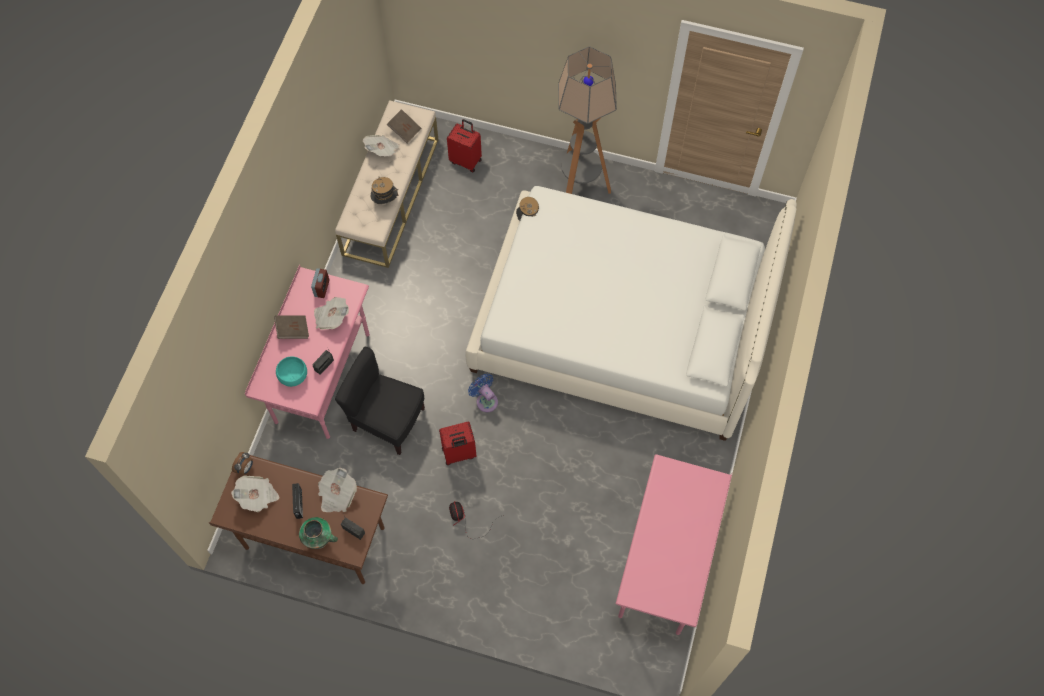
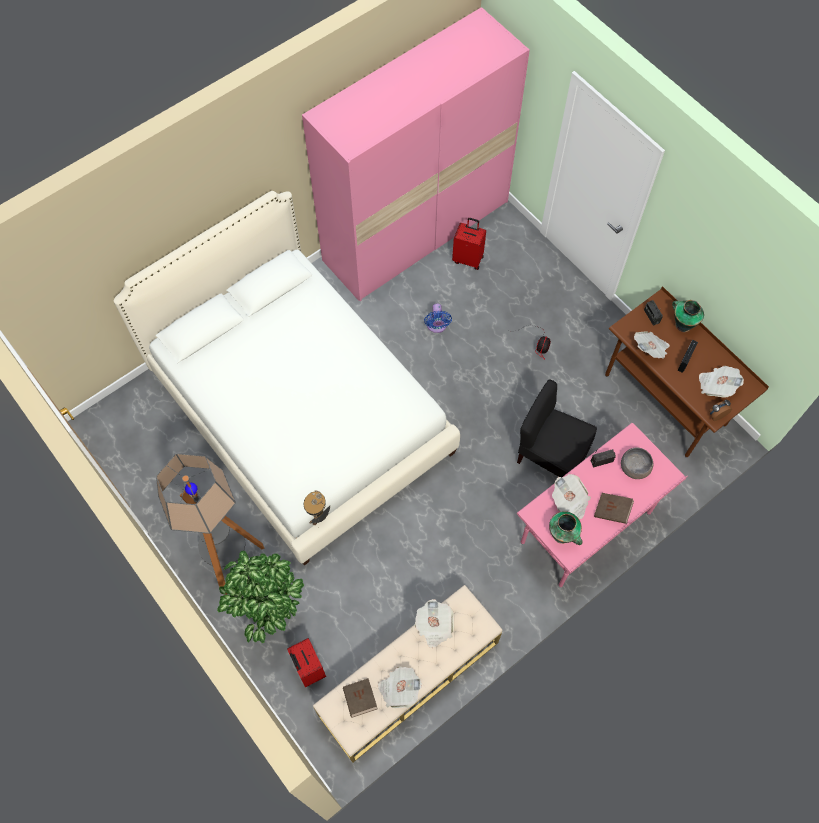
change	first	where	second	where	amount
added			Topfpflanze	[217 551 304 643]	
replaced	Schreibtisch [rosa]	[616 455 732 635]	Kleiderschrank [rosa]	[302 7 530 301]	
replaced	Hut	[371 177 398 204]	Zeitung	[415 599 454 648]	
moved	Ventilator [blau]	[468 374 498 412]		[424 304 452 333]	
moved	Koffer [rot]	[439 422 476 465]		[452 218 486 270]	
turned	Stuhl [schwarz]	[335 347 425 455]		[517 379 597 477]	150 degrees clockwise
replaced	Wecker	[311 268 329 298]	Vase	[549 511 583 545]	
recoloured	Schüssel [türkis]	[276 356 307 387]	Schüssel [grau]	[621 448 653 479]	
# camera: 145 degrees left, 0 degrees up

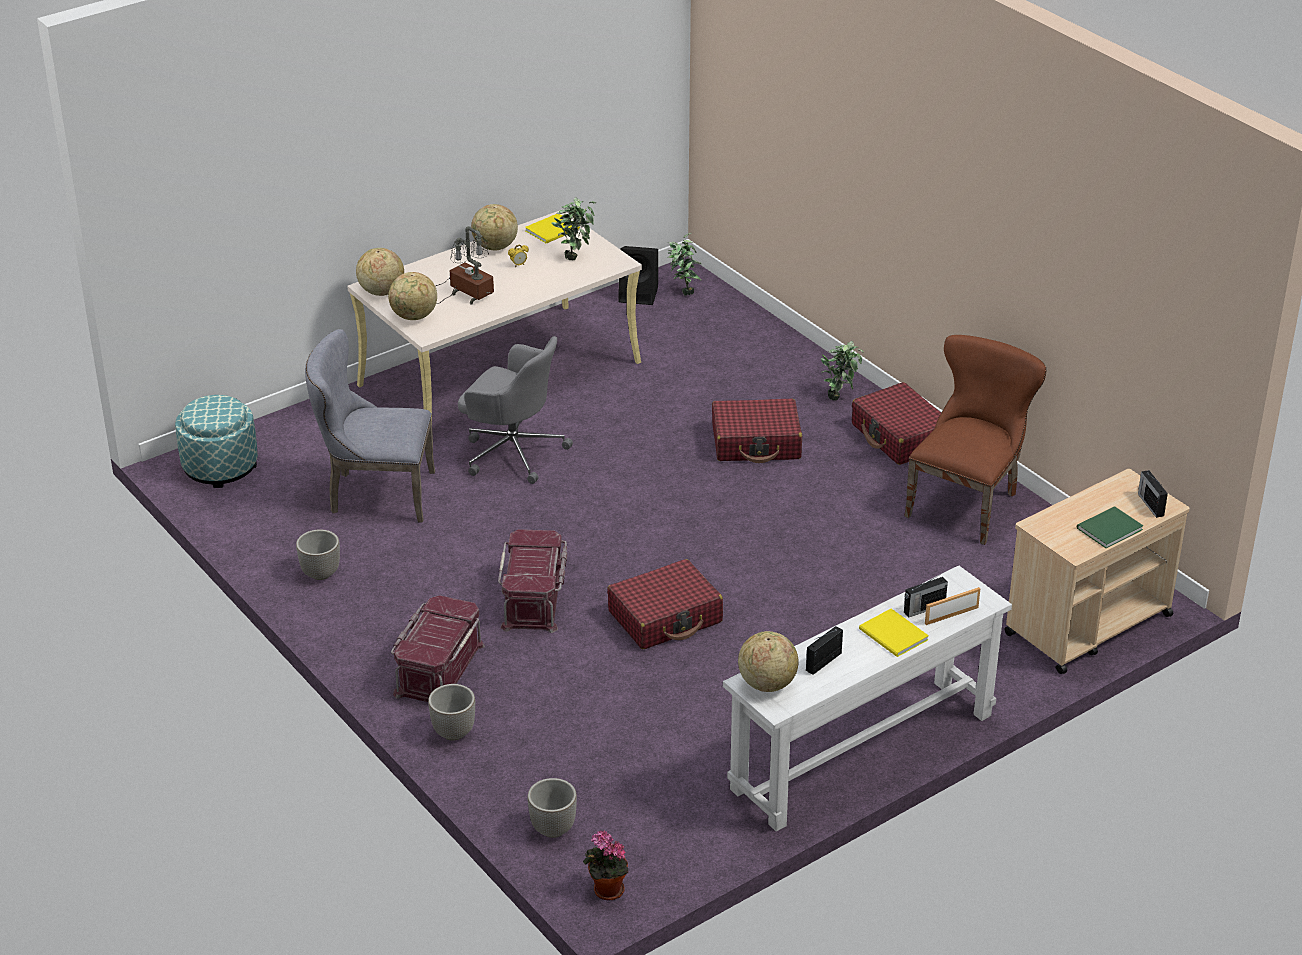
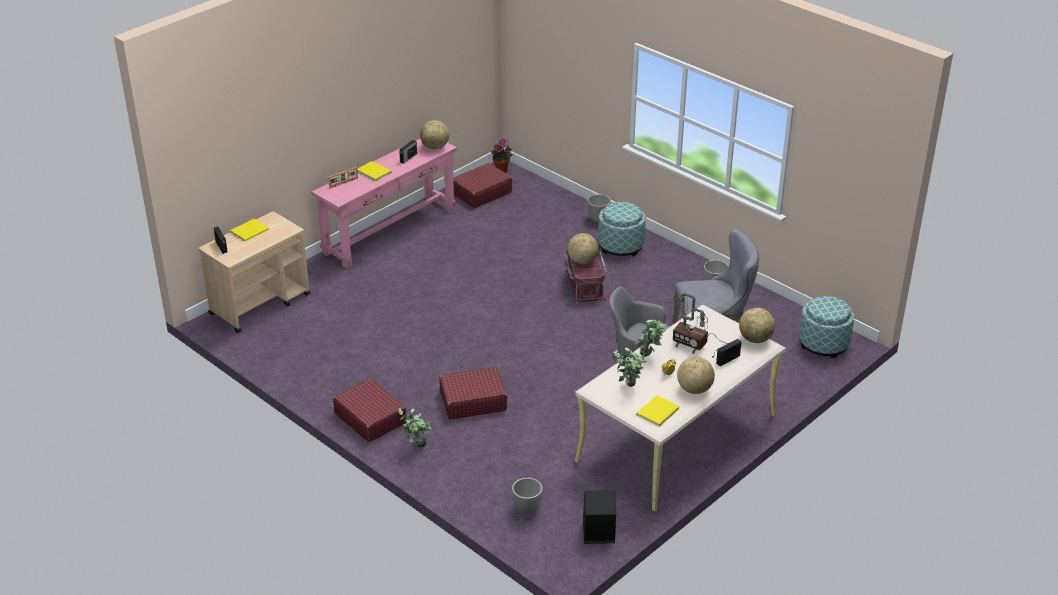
change	first	where	second	where	amount
recoloured	Buch [grün]	[1077 506 1143 548]	Buch [gelb]	[230 219 269 242]	
recoloured	Konsolentisch [weiß]	[723 565 1012 832]	Konsolentisch [rosa]	[311 139 457 268]	
moved	Koffer [rot]	[607 559 723 649]		[453 163 512 208]	
moved	Pflanzkübel	[528 778 577 838]		[512 478 543 515]	
moved	Globus	[388 272 437 320]		[568 233 599 264]	
replaced	Aufbewahrungsbox [rot]	[391 595 485 702]	Polsterhocker	[598 202 646 257]	
moved	Topfpflanze	[667 233 701 296]		[635 320 666 357]	
moved	Radio	[904 576 948 617]		[716 339 742 366]	
removed	Stuhl [braun]	[904 335 1046 545]			
# camera: 170 degrees right, 0 degrees up

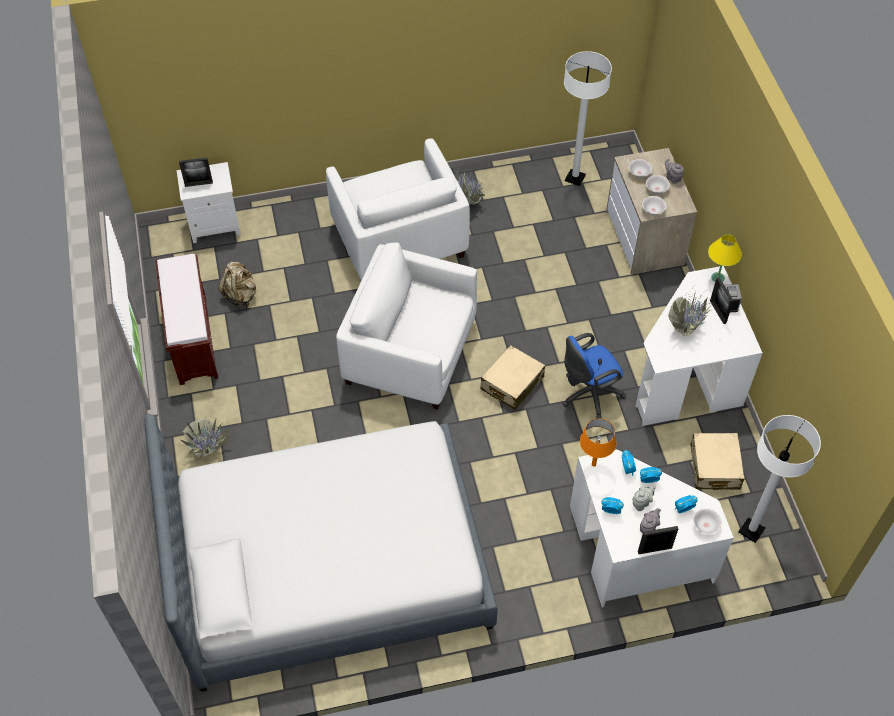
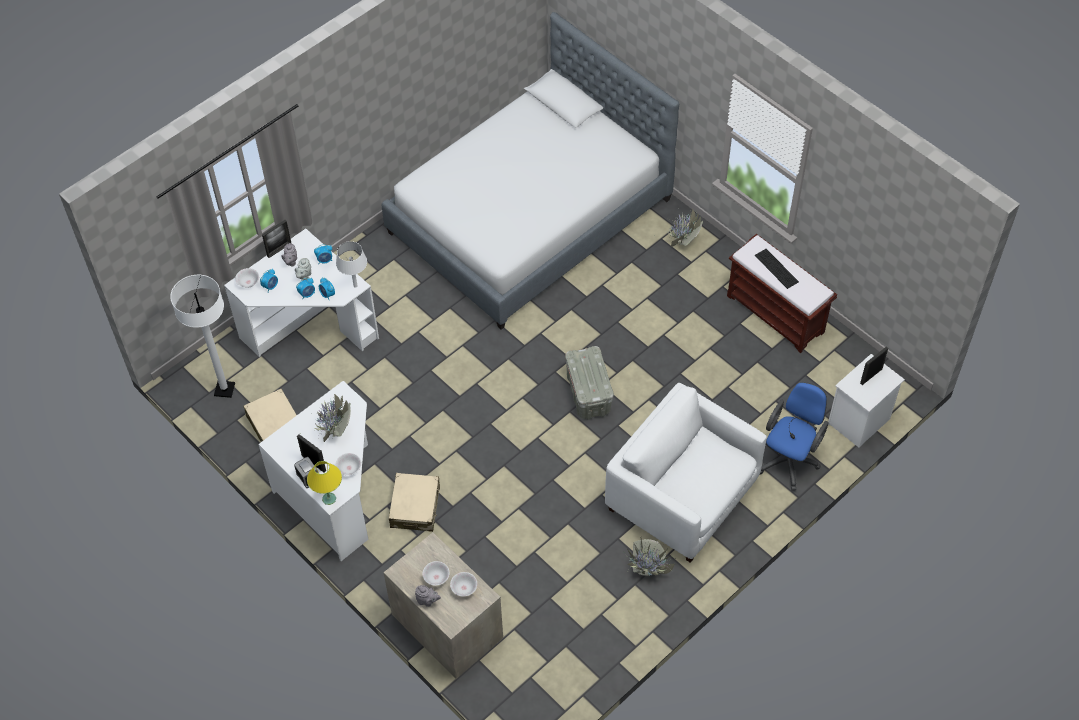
change	first	where	second	where	amount
moved	Schüssel [weiß]	[642 196 666 215]		[335 453 361 475]	
recoloured	Tischlampe [orange]	[580 419 616 467]	Tischlampe [weiß]	[336 241 367 288]	
moved	Koffer [beige]	[480 345 545 410]		[389 473 440 532]	
replaced	Sessel [weiß]	[336 242 477 410]	Aufbewahrungsbox [grau]	[565 346 614 419]	
added			Tastatur	[755 249 799 289]	
moved	Bürostuhl [blau]	[562 333 626 419]		[760 382 829 491]	
removed	Rucksack [beige]	[218 262 256 308]			
removed	Stehlampe [weiß]	[564 51 612 186]			
# camera: 150 degrees right, 0 degrees up

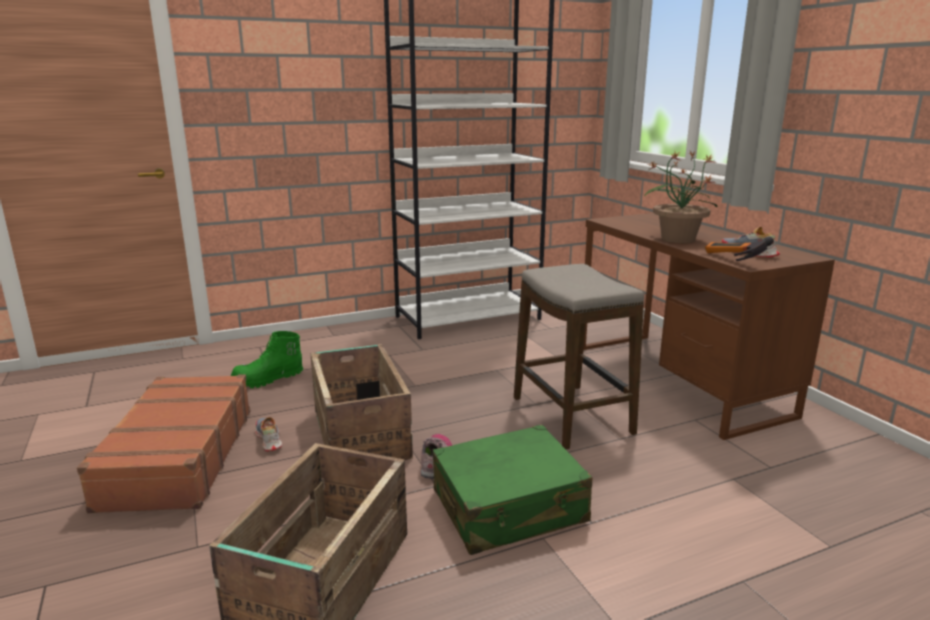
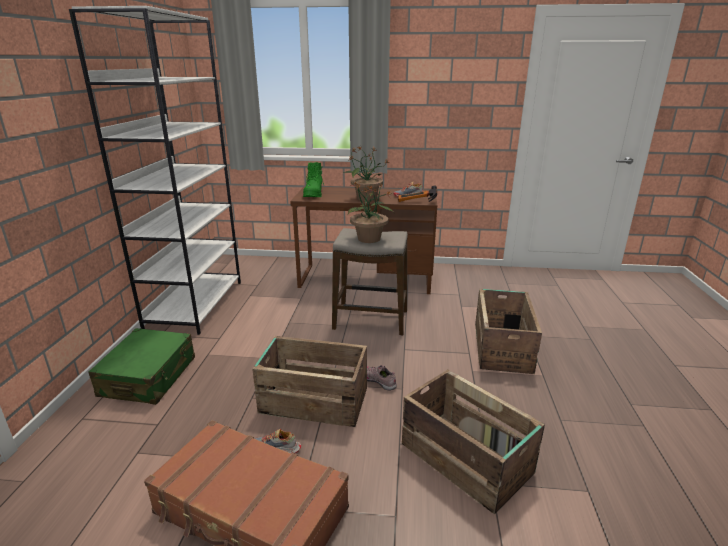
change	first	where	second	where	amount
moved	Koffer [grün]	[433 425 592 555]		[89 328 195 405]	
moved	Stiefel [grün]	[231 331 303 388]		[303 162 324 197]	
added			Topfpflanze	[348 182 394 243]	
added			Kiste	[475 289 542 374]	
# camera: 60 degrees left, 5 degrees up

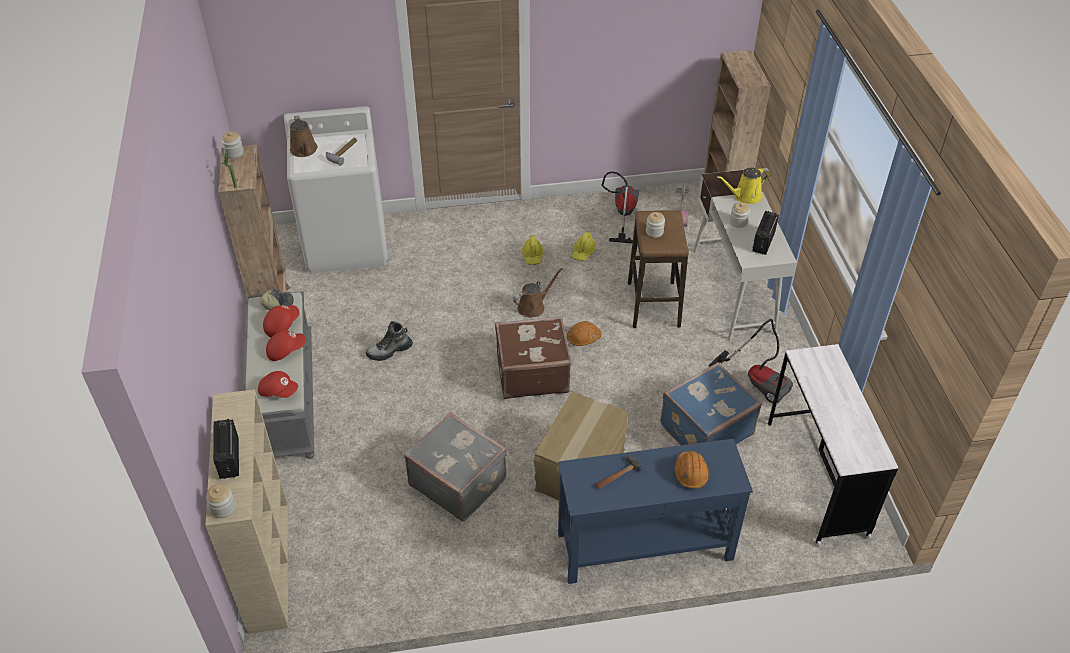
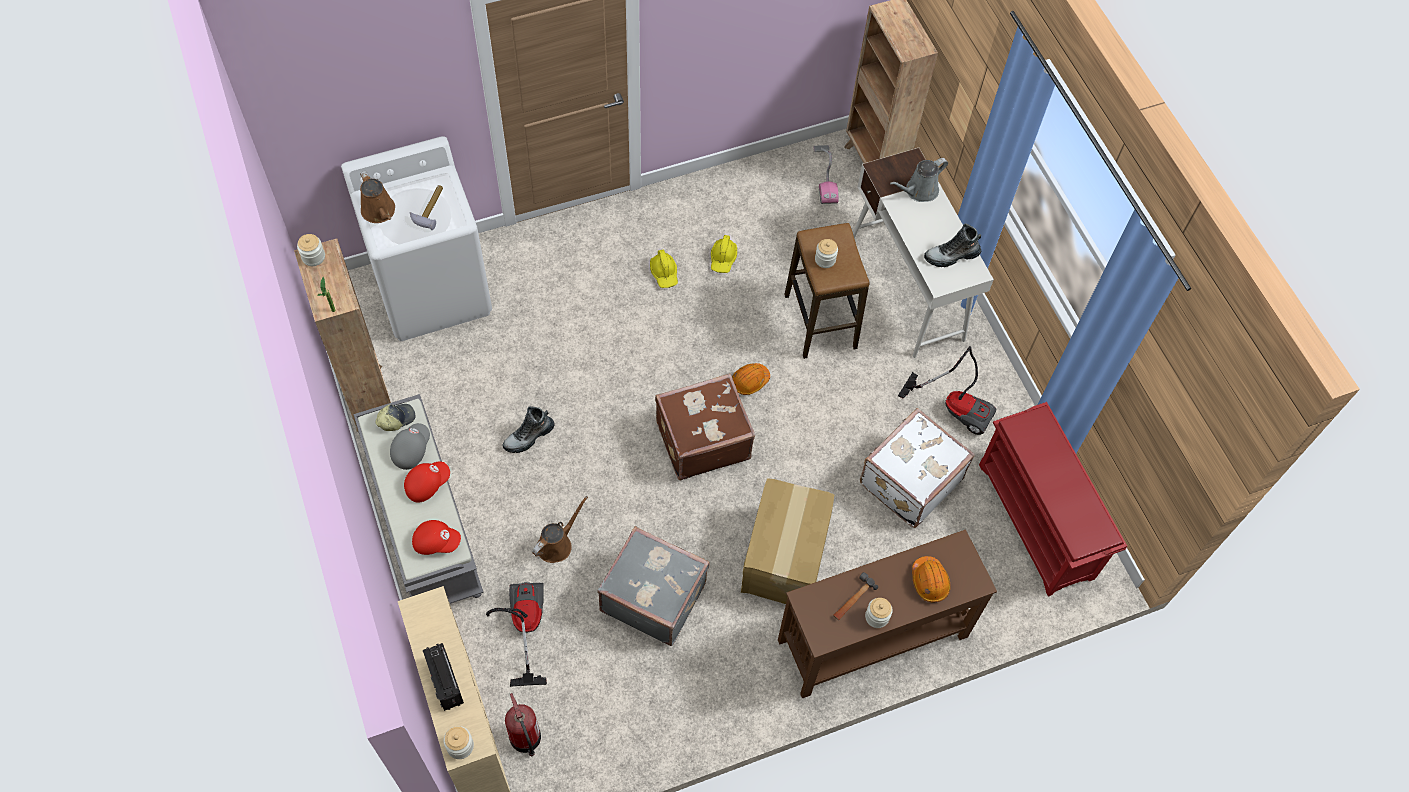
change	first	where	second	where	amount
recoloured	Kappe [rot]	[263 305 299 337]	Kappe [grau]	[390 423 430 470]	
moved	Staubsauger	[602 172 639 244]		[486 582 547 687]	
added			Feuerlöscher	[505 693 541 756]	
moved	Gießkanne [braun]	[513 268 562 317]		[532 496 588 563]	
recoloured	Konsolentisch [blau]	[558 439 753 584]	Konsolentisch [braun]	[778 529 997 699]	
recoloured	Koffer [blau]	[660 362 762 445]	Koffer [weiß]	[860 408 975 528]	
moved	Vorratsglas	[730 202 750 228]		[865 598 893 628]	
recoloured	Gießkanne [gelb]	[717 168 771 204]	Gießkanne [grau]	[890 158 948 202]	
replaced	Radio	[752 211 779 255]	Stiefel	[924 224 981 267]	
replaced	Schreibtisch [weiß]	[768 344 898 546]	Schuhregal [rot]	[979 402 1127 597]	
# camera: 15 degrees left, 15 degrees up

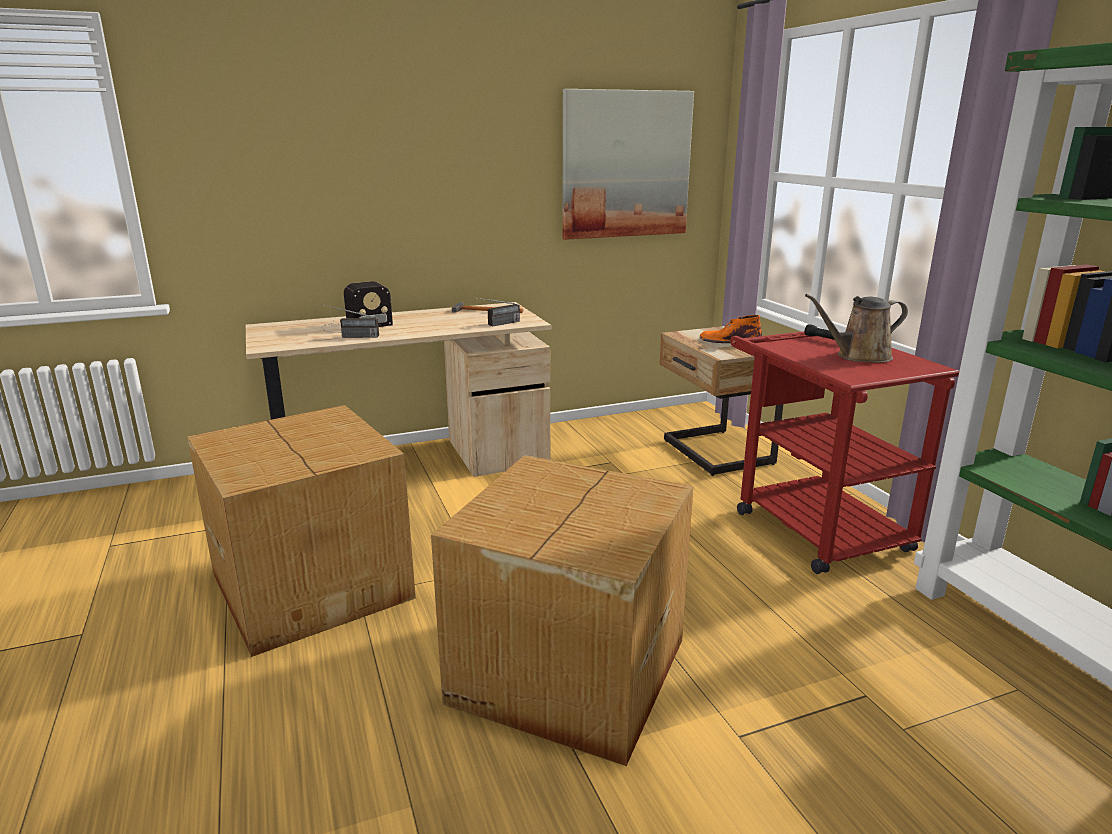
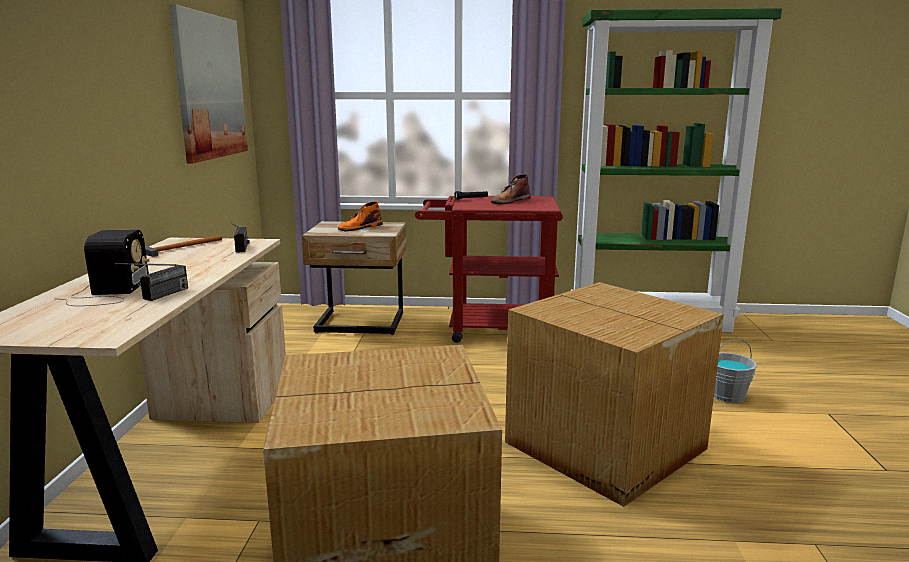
change	first	where	second	where	amount
replaced	Gießkanne [braun]	[805 294 908 363]	Stiefel [braun]	[491 174 531 204]	
added			Eimer [grau]	[714 339 757 403]	
# camera: 65 degrees left, 5 degrees down

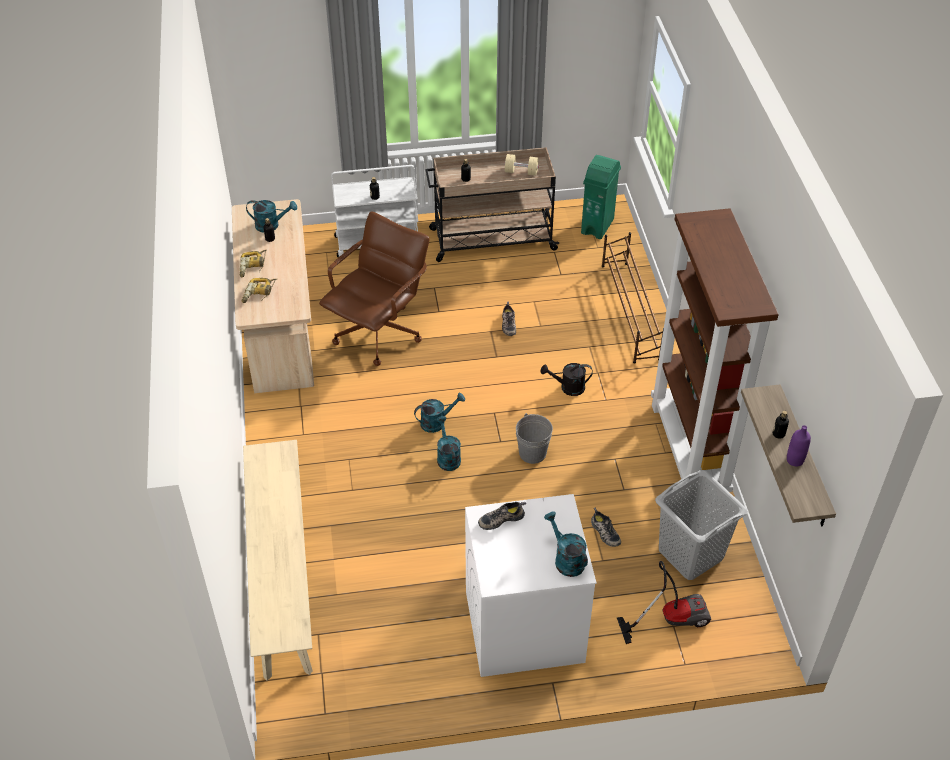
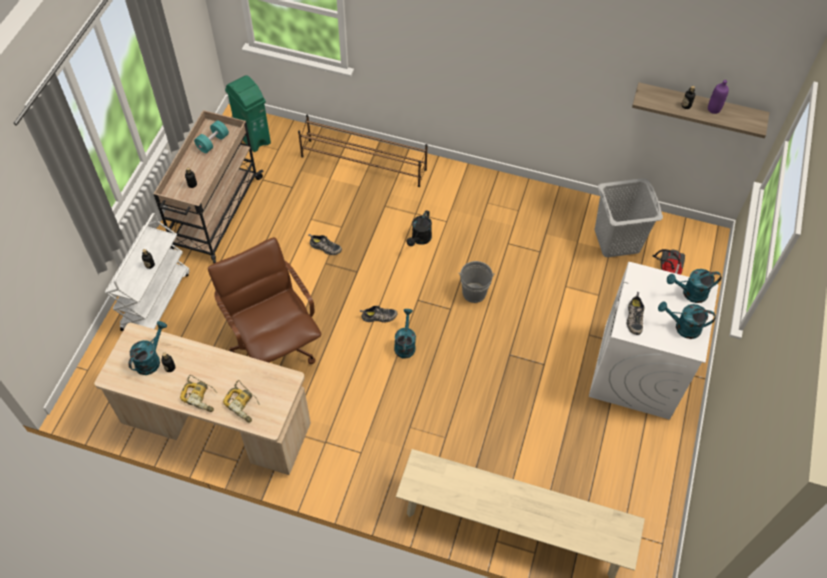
change	first	where	second	where	amount
recoloured	Hantel [beige]	[505 154 539 176]	Hantel [türkis]	[194 120 229 153]	
moved	Schuh	[591 507 621 547]		[360 306 397 323]	
moved	Gießkanne [türkis]	[436 416 461 471]		[658 301 715 339]	
removed	Bücherregal [braun]	[651 208 779 492]			
# camera: 65 degrees left, 10 degrees up

